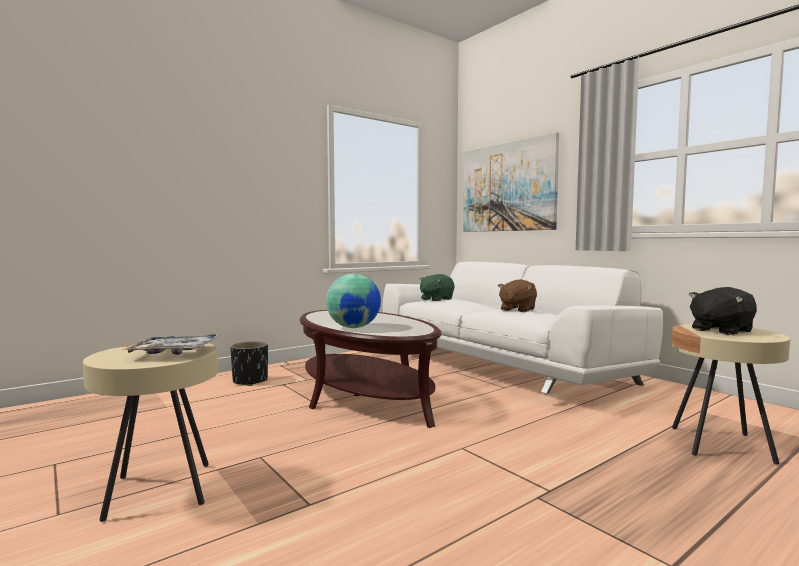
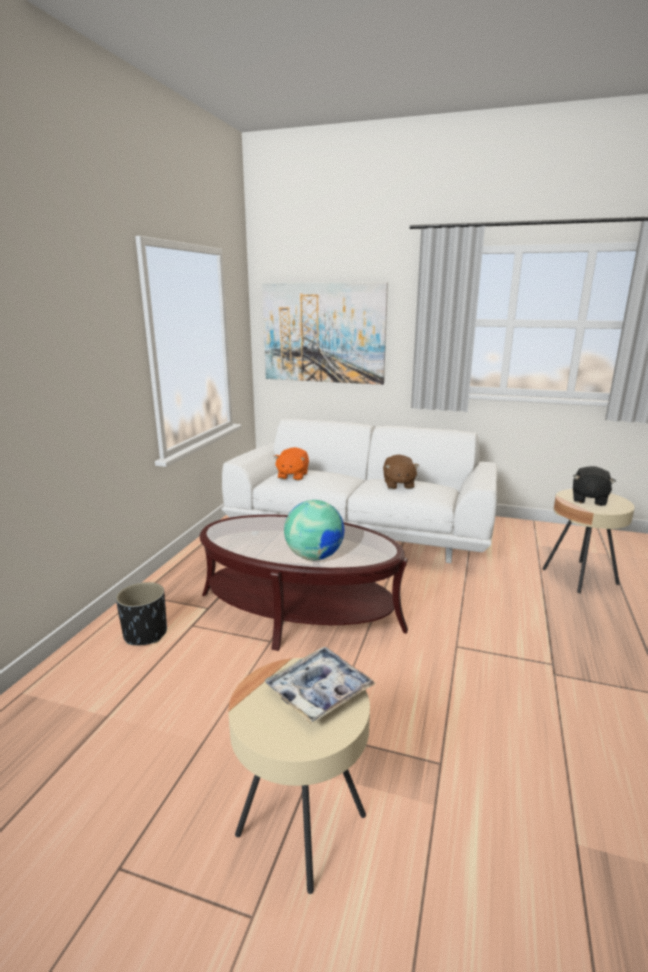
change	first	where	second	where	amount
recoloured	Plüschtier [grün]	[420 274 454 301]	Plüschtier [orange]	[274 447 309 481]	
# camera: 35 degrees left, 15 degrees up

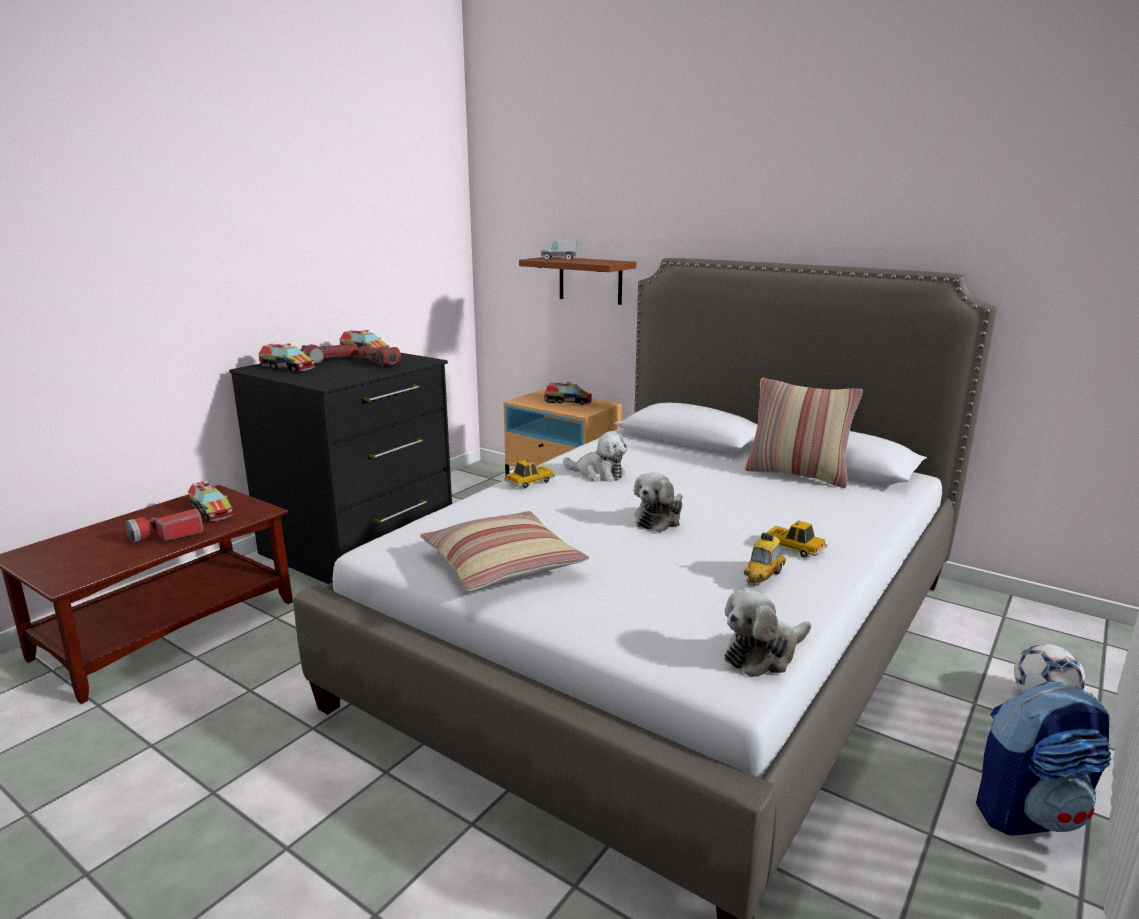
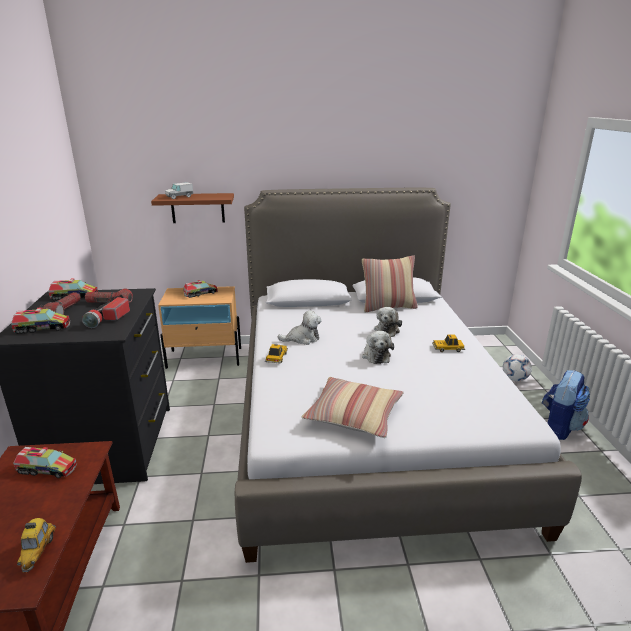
change	first	where	second	where	amount
moved	Spielzeugauto	[744 533 786 586]		[17 518 56 572]	
moved	Taschenlampe	[126 509 203 543]		[82 297 130 328]	
moved	Plüschtier	[724 590 811 677]		[374 307 402 337]	
# camera: 40 degrees left, 5 degrees up

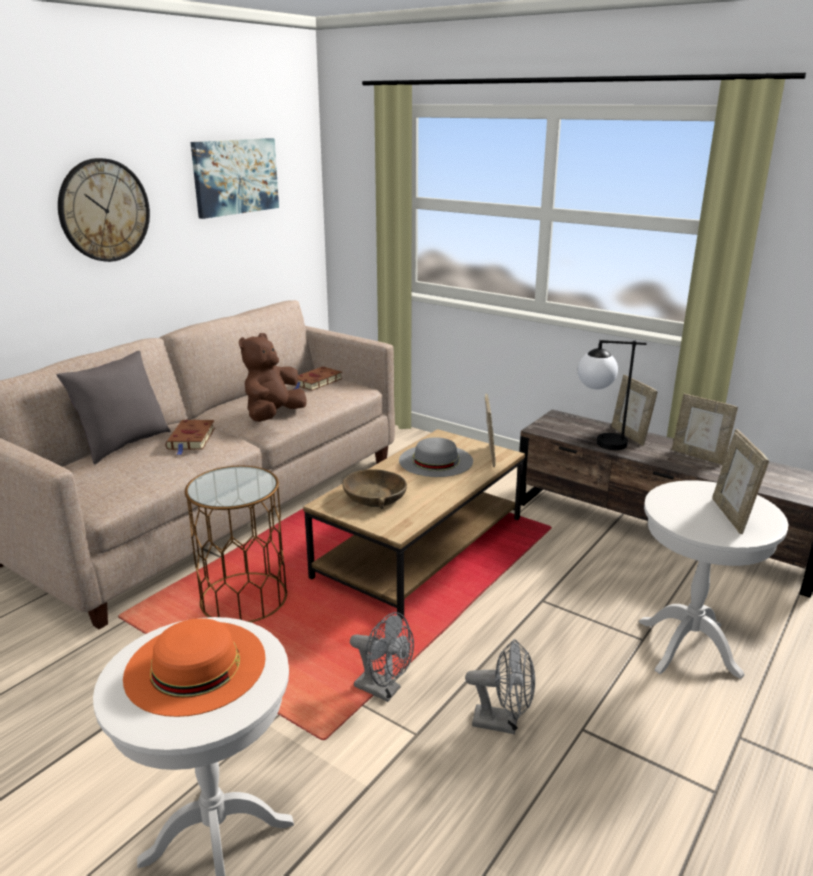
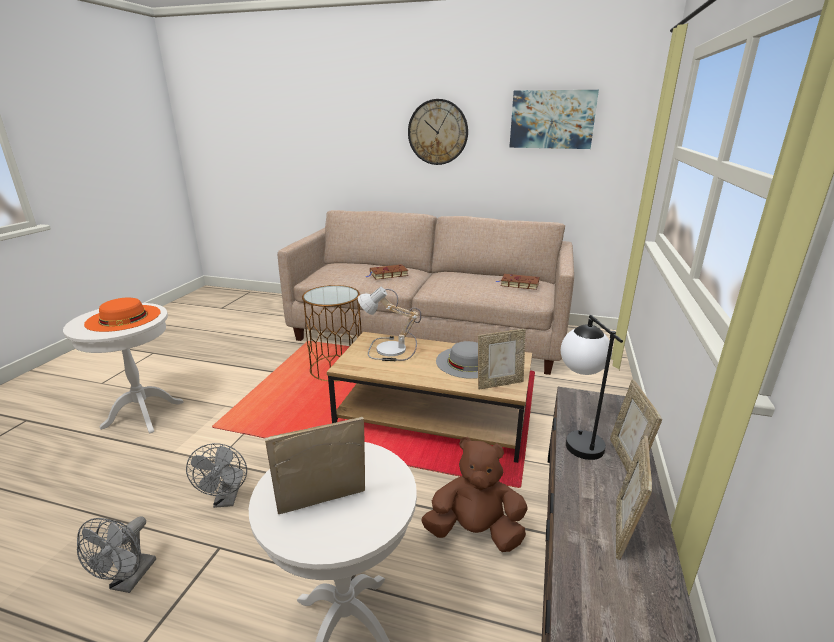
change	first	where	second	where	amount
moved	Ventilator [grau]	[350 612 414 702]		[77 517 156 593]	
replaced	Schüssel [braun]	[342 469 407 509]	Tischlampe	[358 287 421 361]	
moved	Plüschtier [braun]	[239 333 307 422]		[421 437 528 552]	
turned	Bilderrahmen	[611 375 658 446]		[610 379 662 472]	45 degrees counterclockwise
removed	Kissen [grau]	[56 351 171 464]			
# camera: 70 degrees right, 0 degrees up

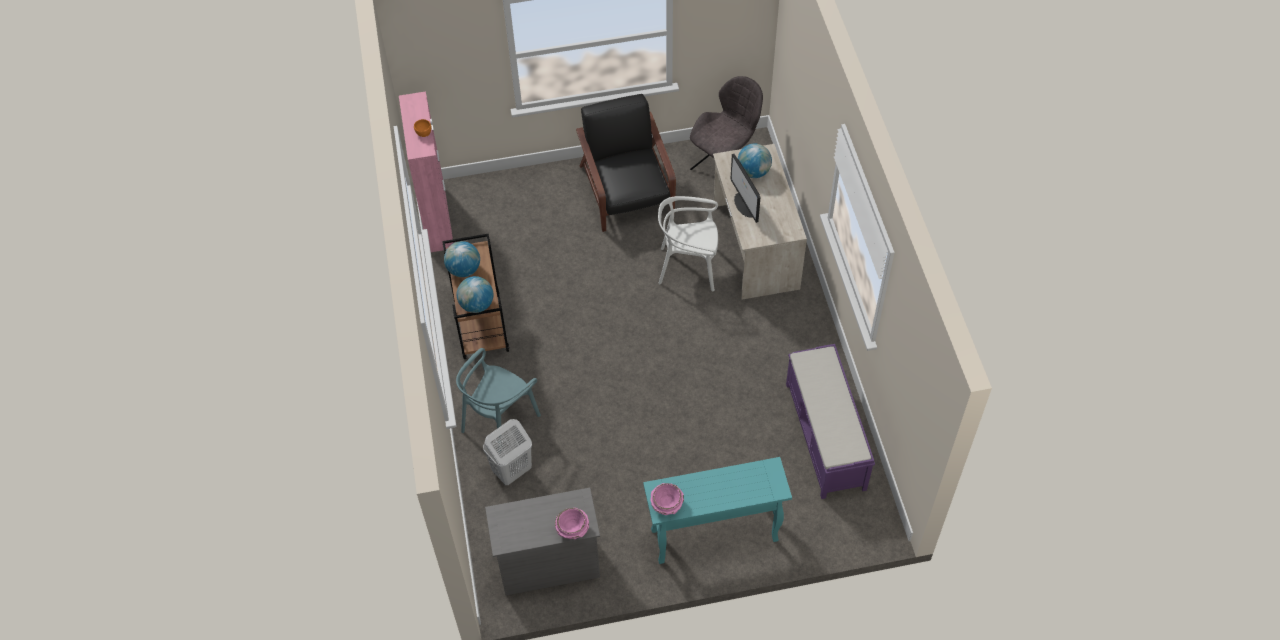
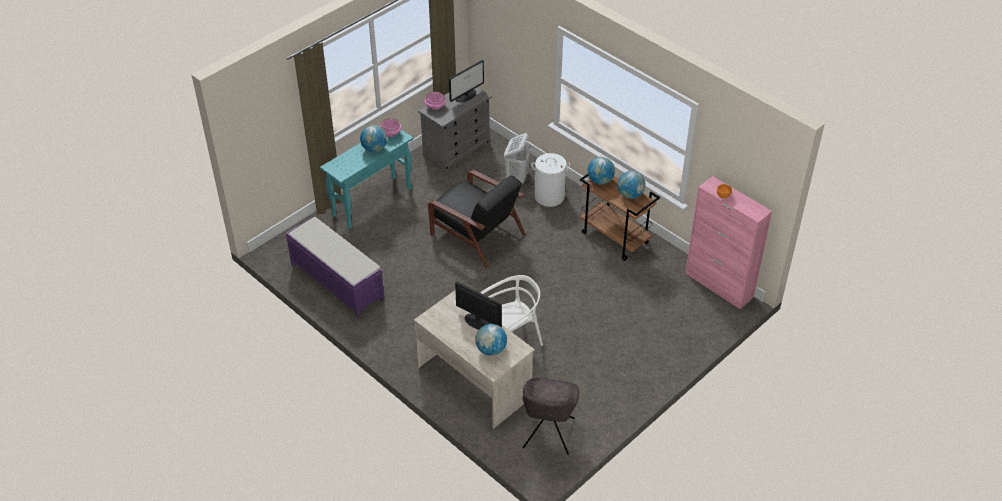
change	first	where	second	where	amount
added			Globus	[360 125 387 152]	
moved	Sessel [schwarz]	[576 94 676 232]		[428 170 526 268]	
added			Monitor	[449 60 484 102]	
replaced	Stuhl [türkis]	[456 348 541 452]	Wäschekorb [weiß]	[531 153 570 207]	
# camera: 145 degrees right, 10 degrees down

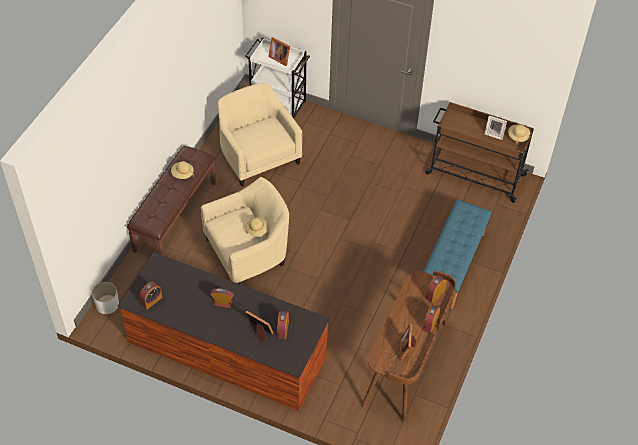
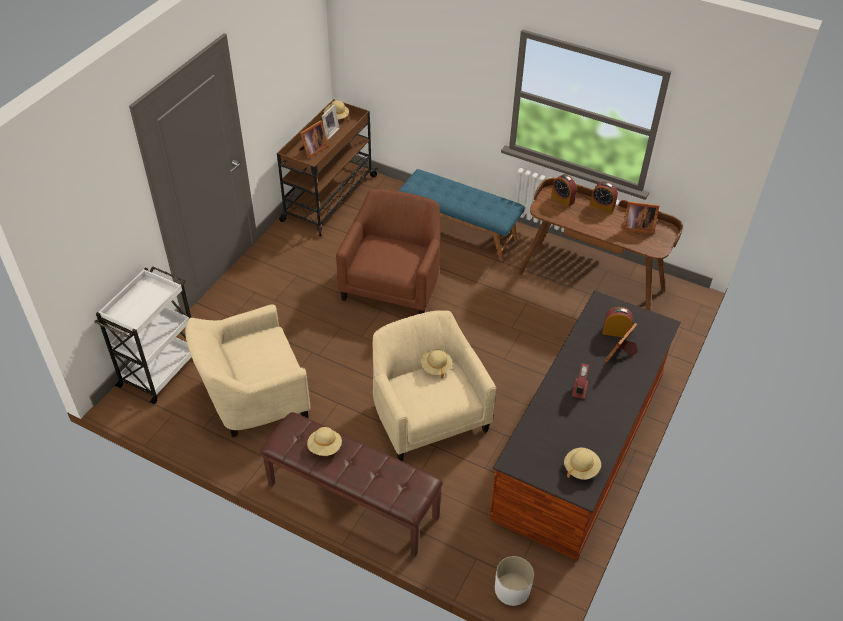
change	first	where	second	where	amount
moved	Bilderrahmen	[268 37 290 66]		[299 120 329 158]	
added			Sessel [braun]	[336 189 440 314]	
replaced	Wecker	[140 282 162 309]	Hut [beige]	[564 447 601 480]	
# camera: 85 degrees left, 5 degrees down

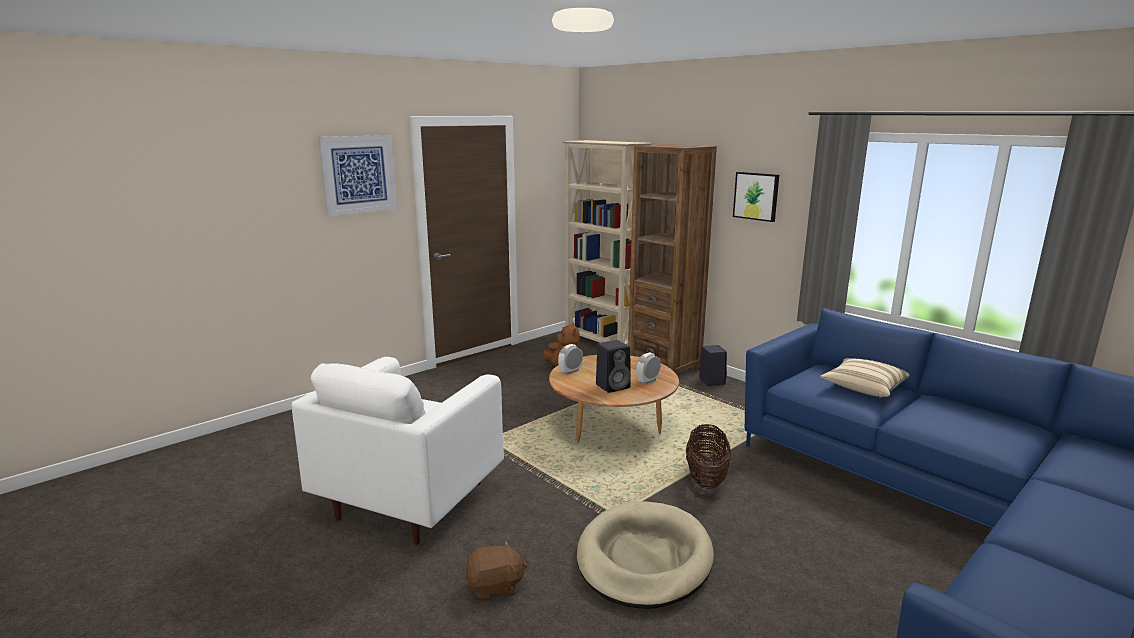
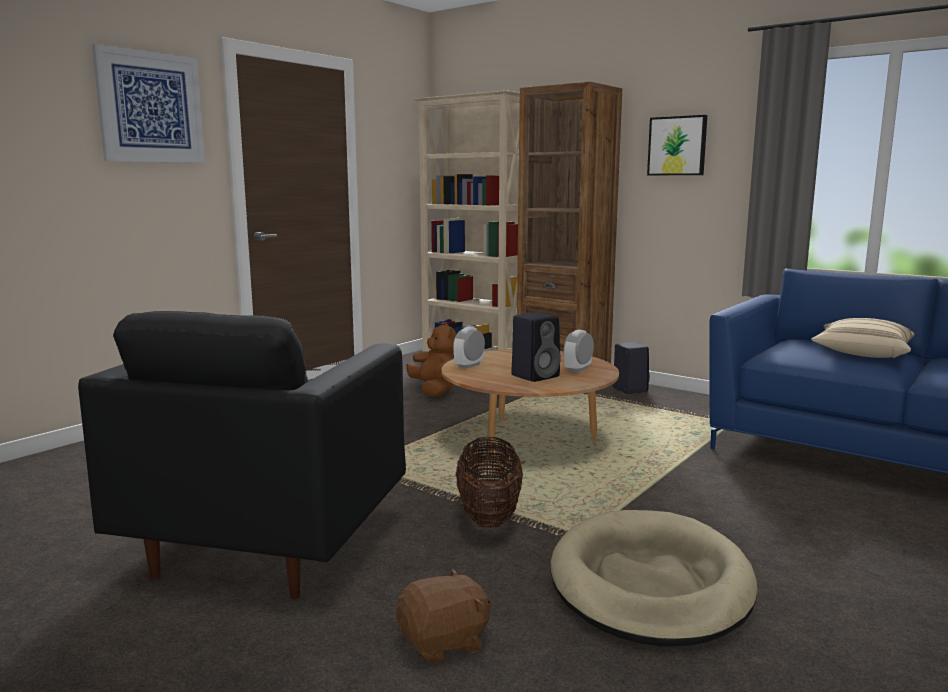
change	first	where	second	where	amount
recoloured	Sessel [weiß]	[291 357 504 545]	Sessel [schwarz]	[78 311 406 599]	
moved	Korb	[686 424 731 489]		[456 437 523 527]	
# camera: 10 degrees left, 5 degrees down

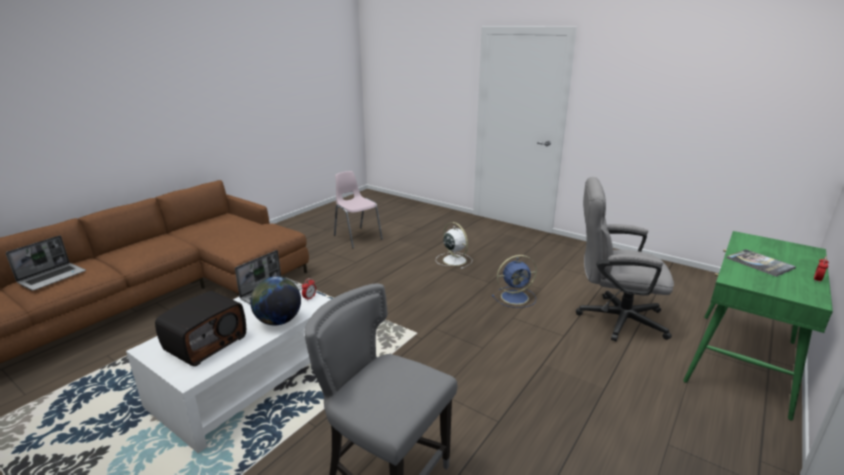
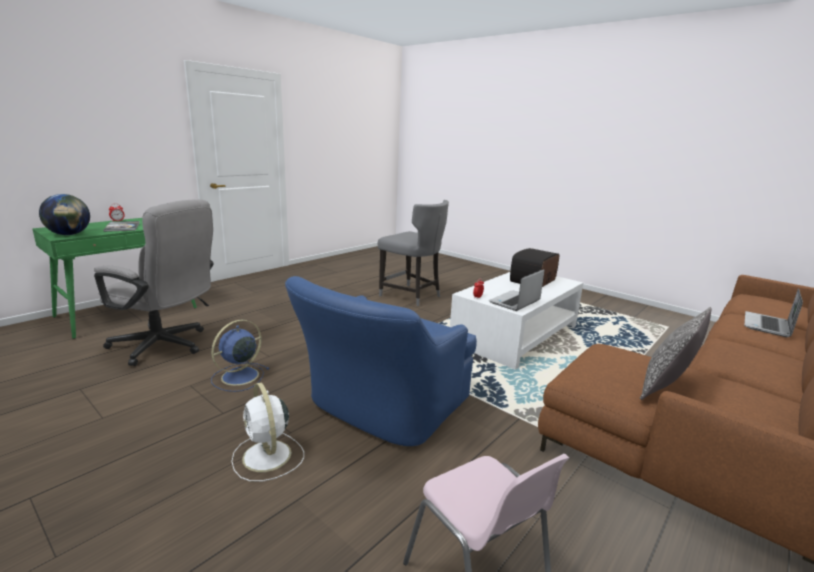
change	first	where	second	where	amount
moved	Globus	[250 277 301 326]		[39 194 90 235]	
turned	Ventilator [blau]	[492 255 537 308]		[211 320 269 392]	45 degrees counterclockwise
added			Sessel [blau]	[285 276 477 446]	
added			Kissen	[640 307 712 400]	
# camera: 175 degrees left, 5 degrees down

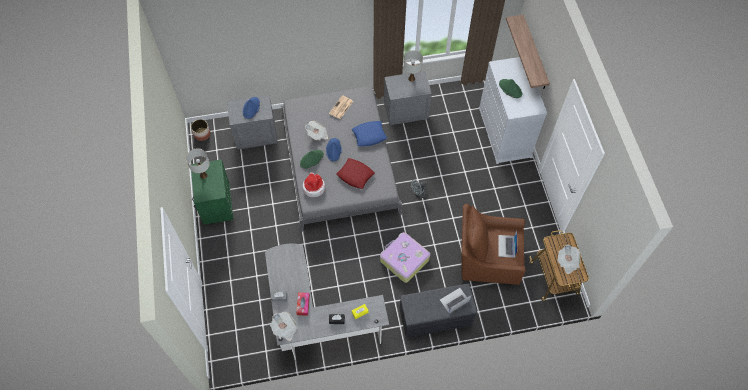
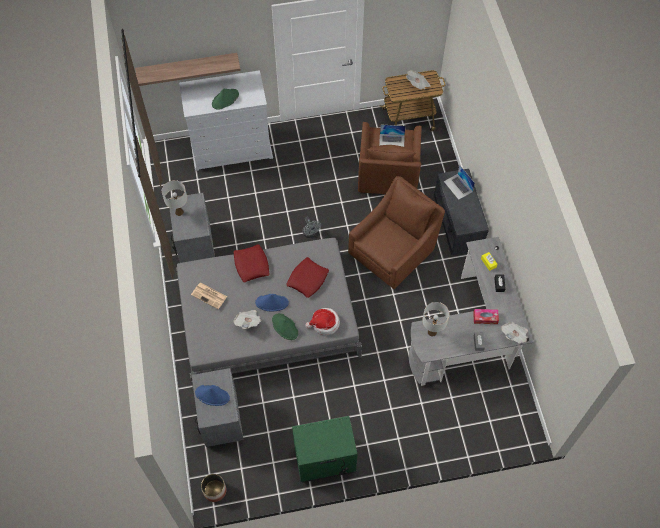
change	first	where	second	where	amount
recoloured	Kissen [blau]	[352 121 387 146]	Kissen [rot]	[233 244 269 283]	
replaced	Koffer	[380 232 430 283]	Sessel [braun]	[348 176 445 289]	
moved	Tischlampe [weiß]	[186 148 210 179]		[422 302 449 337]	
# camera: 90 degrees left, 0 degrees up

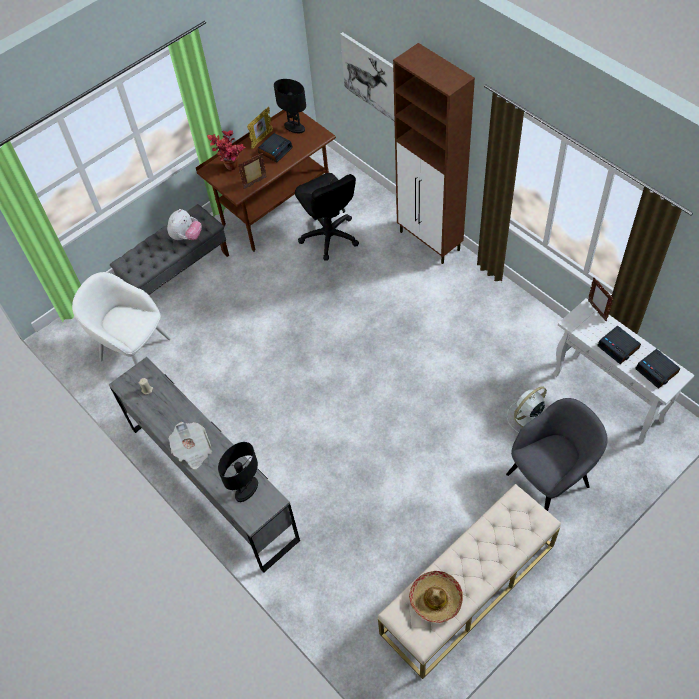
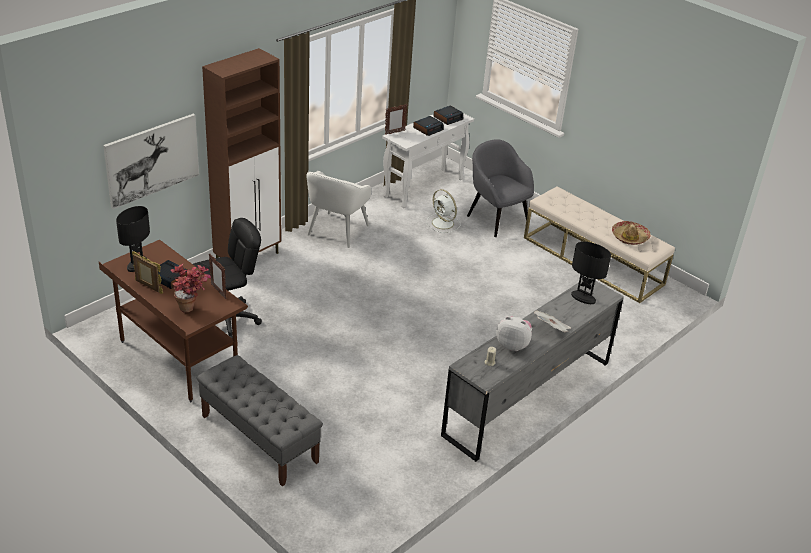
change	first	where	second	where	amount
moved	Sessel [weiß]	[72 272 171 365]		[306 171 371 248]	
moved	Plüschtier	[167 209 202 240]		[496 316 532 351]	
# camera: 100 degrees left, 20 degrees down

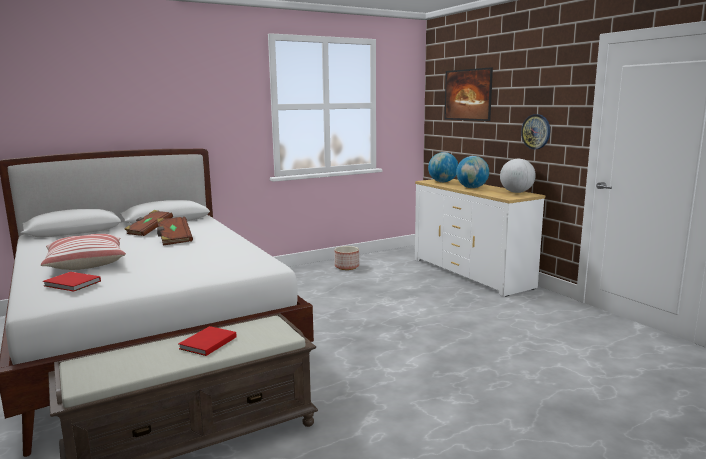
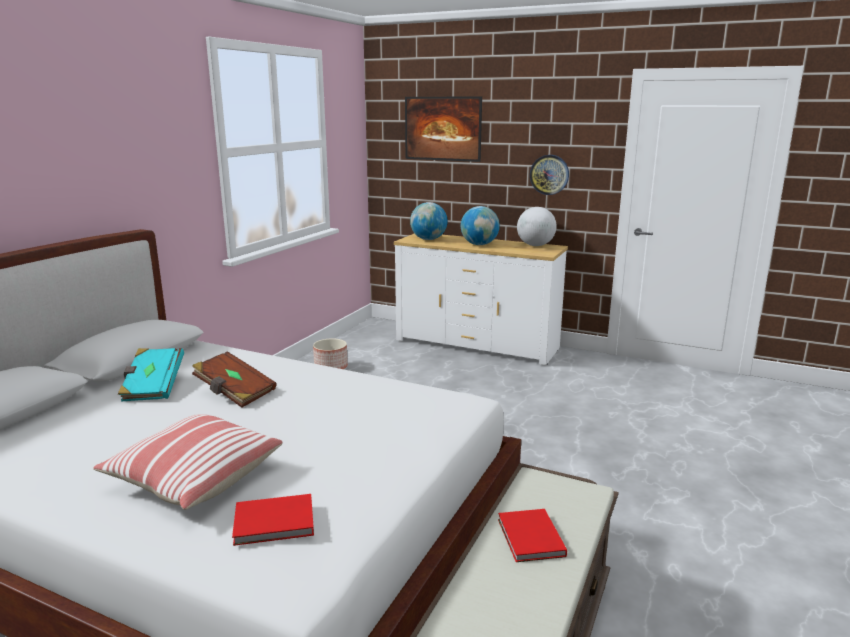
change	first	where	second	where	amount
recoloured	Buch [braun]	[124 210 173 236]	Buch [türkis]	[118 348 184 402]	
# camera: 35 degrees left, 5 degrees up

